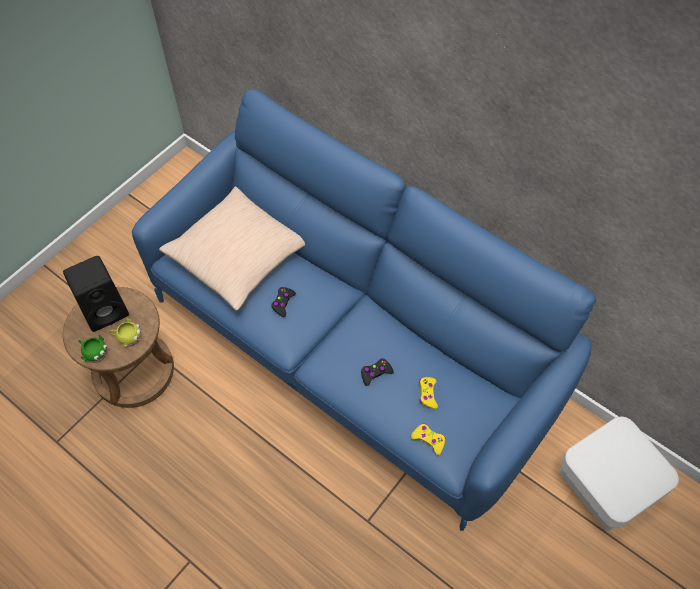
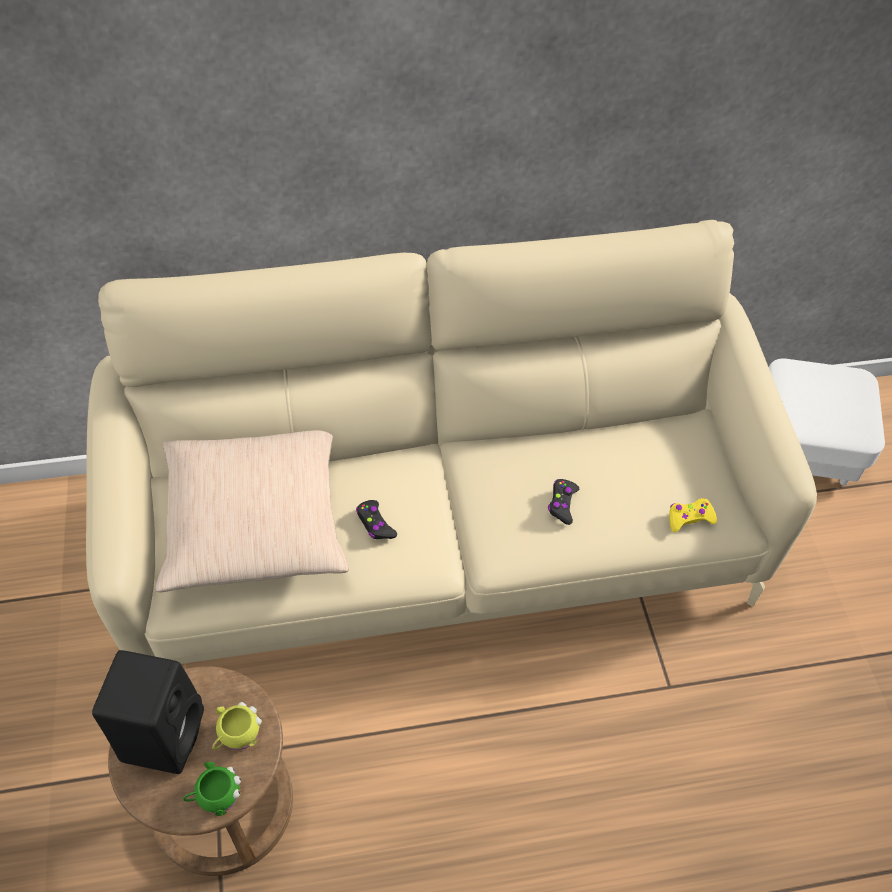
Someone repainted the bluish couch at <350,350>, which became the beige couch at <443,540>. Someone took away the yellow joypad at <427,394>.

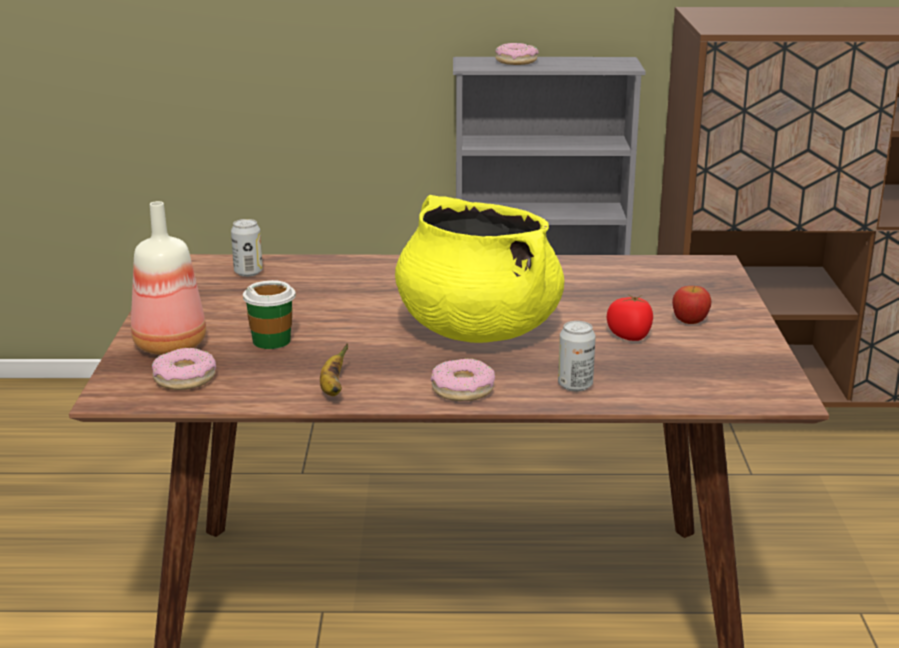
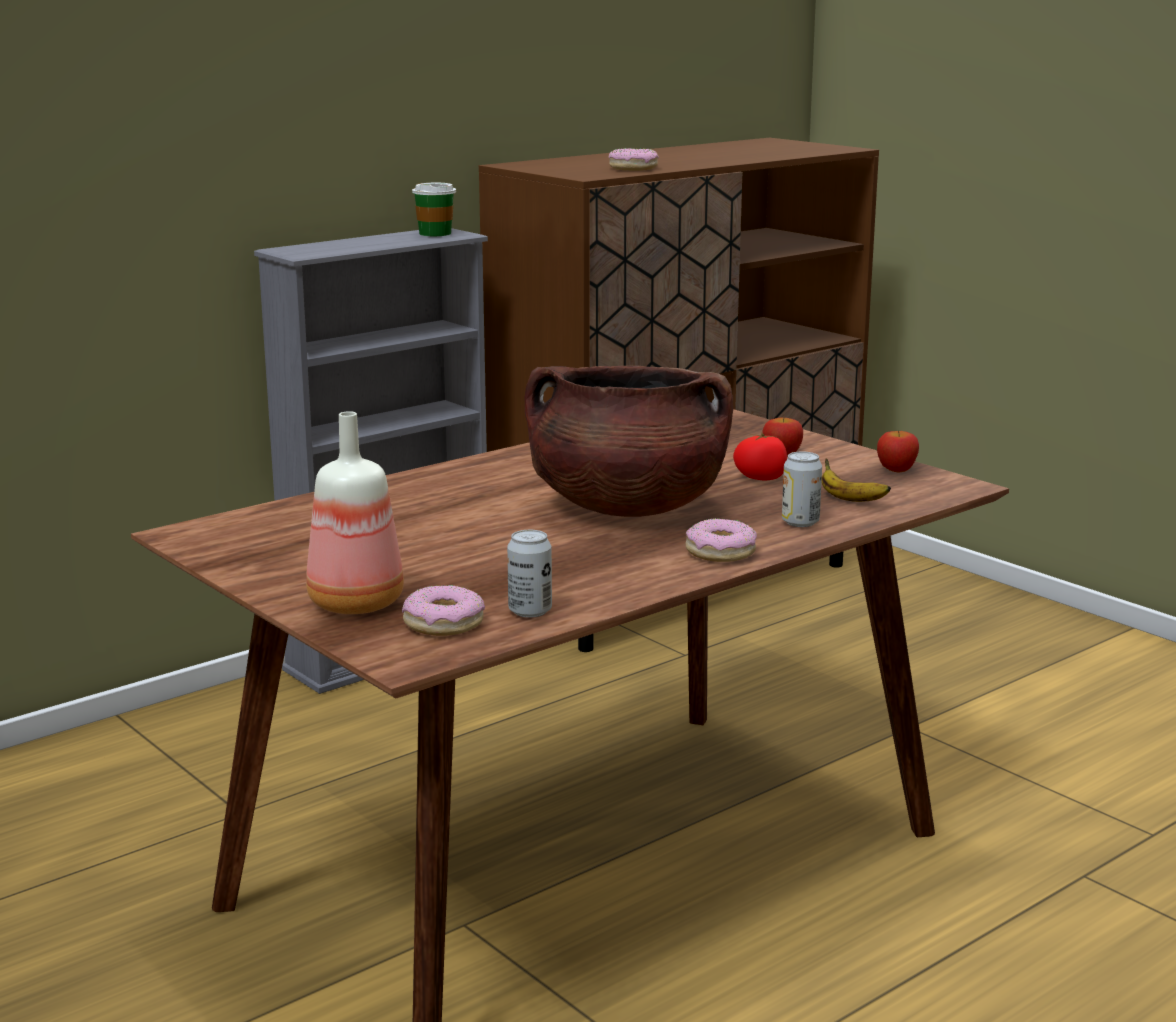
Someone carried the metal can from <248,272> to <530,611>. Someone carried the cup from <272,341> to <435,233>. Someone carried the banana from <332,388> to <849,499>. Someone repainted the yellow cooking pot at <477,330>, which became the brown cooking pot at <627,507>. Someone carried the doughnut from <516,61> to <633,168>. Someone put down the whole apple at <896,470>.

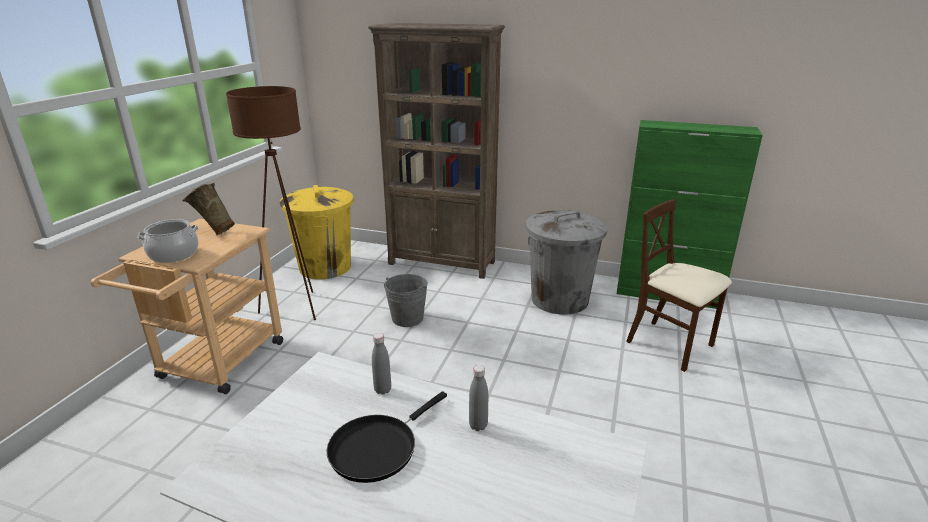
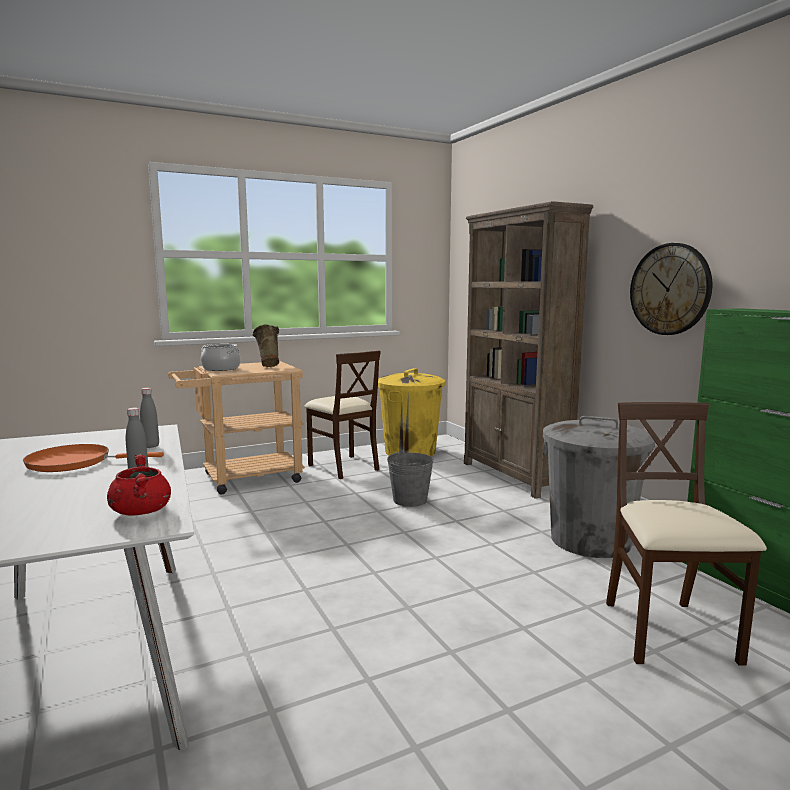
Someone swapped the brown standard lamp at <294,308> for the beige upright chair at <344,467>. Someone repainted the black-coloured pan at <377,448>, which became the orange pan at <75,462>. Someone put down the red cooking pot at <141,511>. Someone put up the hanging clock at <670,289>.

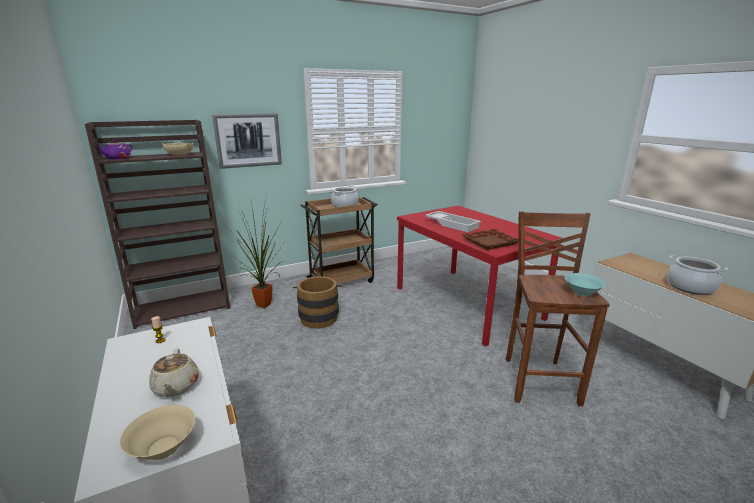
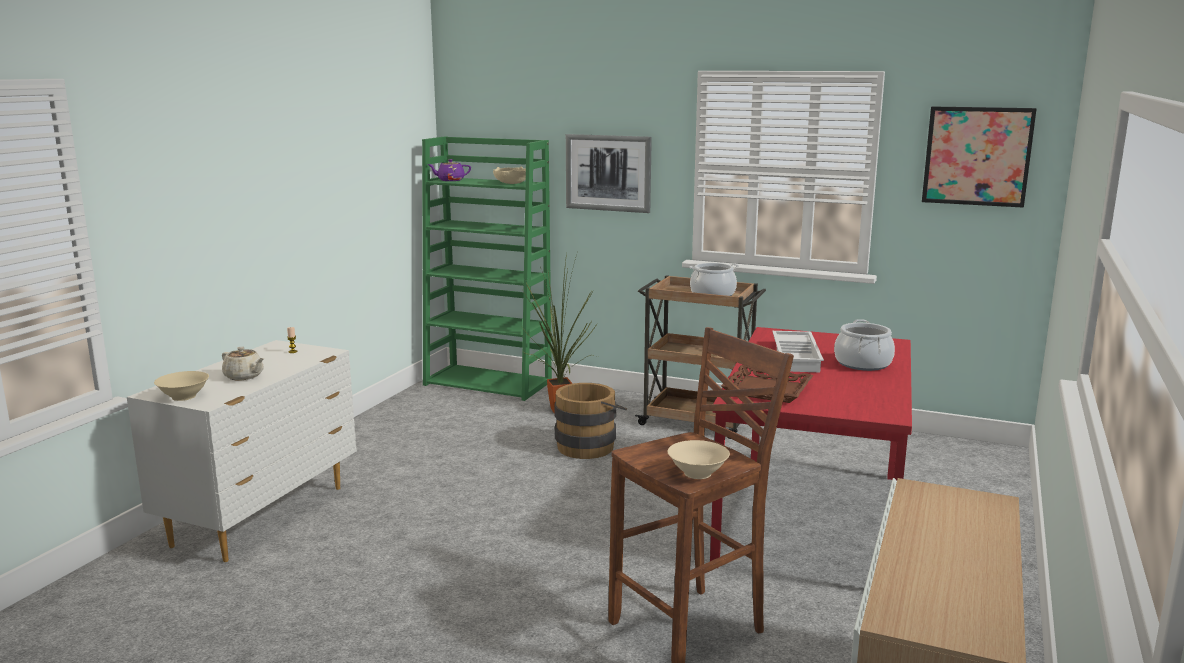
Someone repainted the brown bookcase at <184,307>, which became the green bookcase at <489,383>. Someone rotated the beige tea pot at <176,387> by 90 degrees counterclockwise. Someone repainted the turquoise-coloured bowl at <582,292>, which became the beige bowl at <697,473>. Someone carried the cooking pot from <690,287> to <862,363>. Someone put up the wall art at <977,156>.

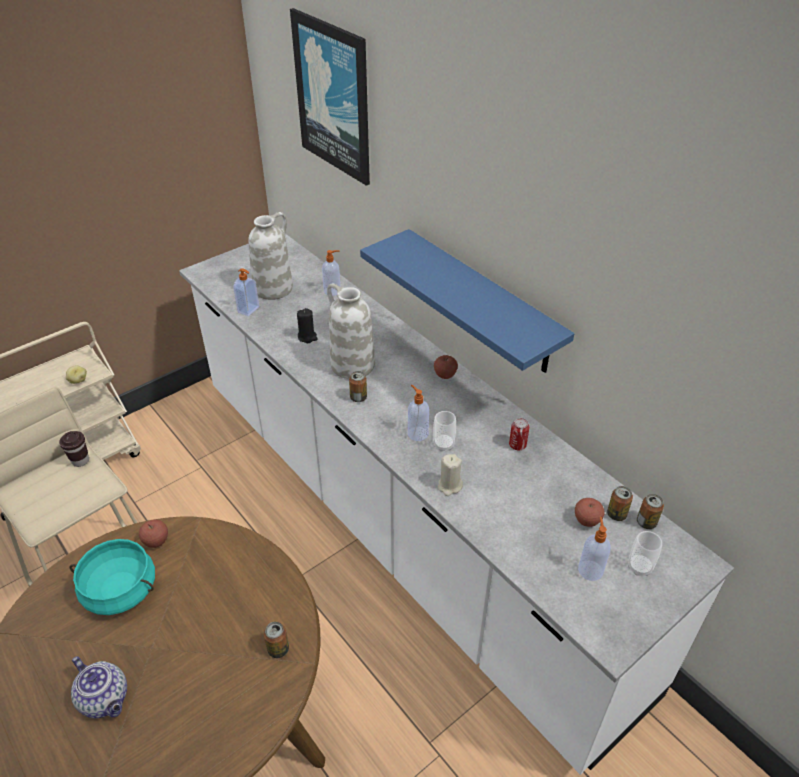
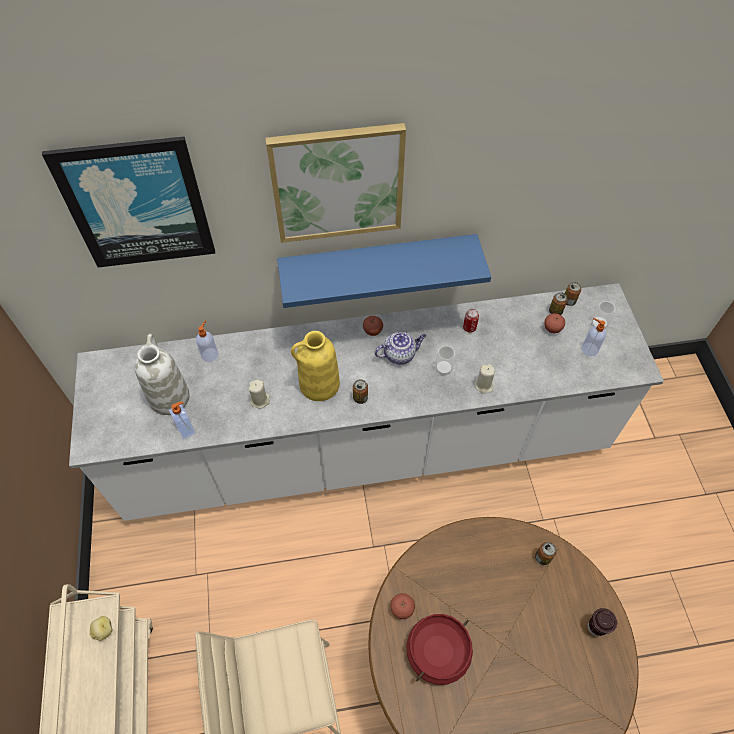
Someone carried the brown cup from <80,461> to <595,627>. Someone repainted the turquoise-coloured cooking pot at <120,591>, which became the red cooking pot at <438,652>. Someone carried the tea pot from <106,699> to <400,354>. Someone repainted the black-coloured wax light at <307,337>, which became the beige wax light at <260,400>. Someone repainted the white decorative vase at <351,365>, which became the yellow decorative vase at <319,385>. Someone took away the liquid soap bottle at <417,433>. Someone put up the wall art at <337,183>.

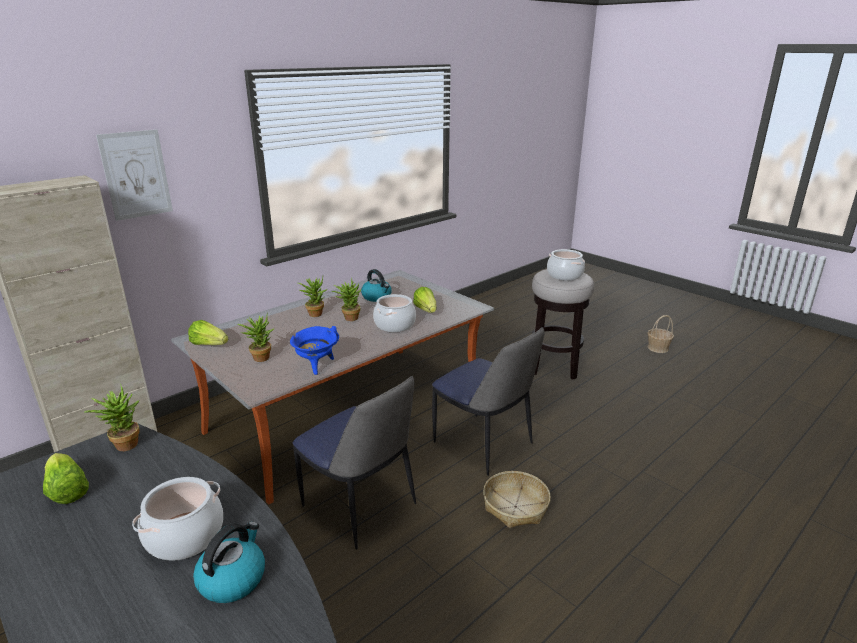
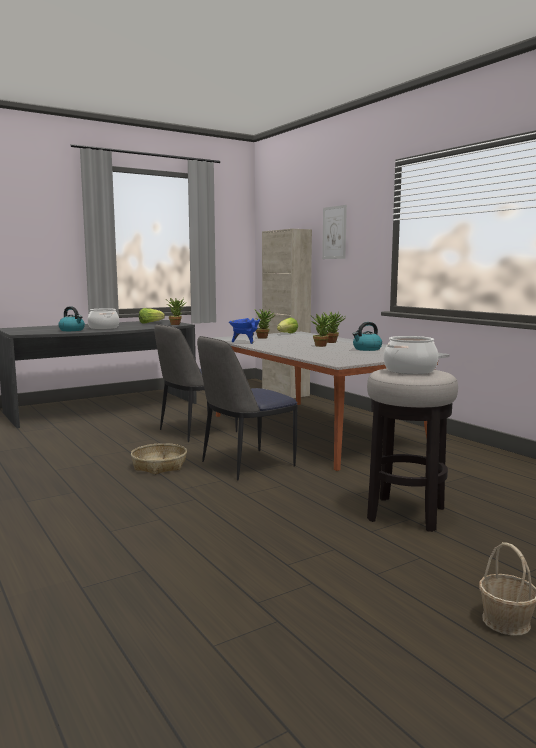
Someone took away the cooking pot at <394,325>. Someone took away the head of lettuce at <426,310>.

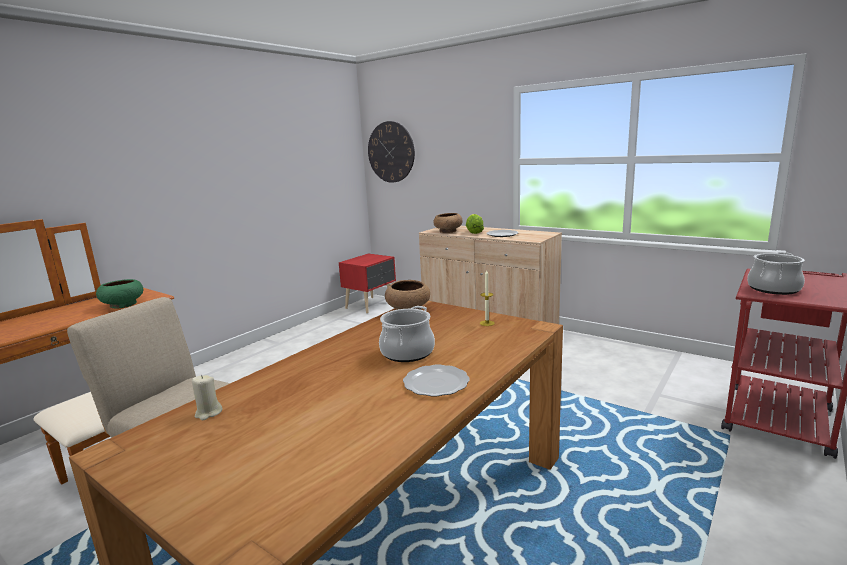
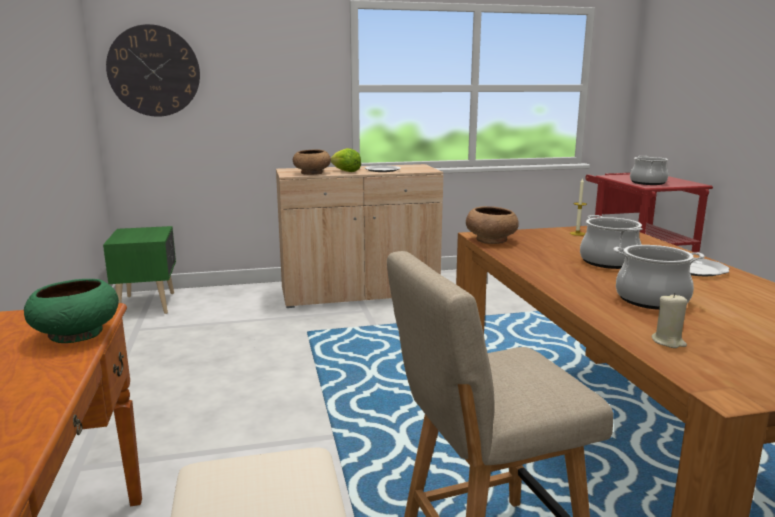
Someone repainted the red night table at <371,305>, which became the green night table at <148,304>. Someone put down the cooking pot at <652,299>.

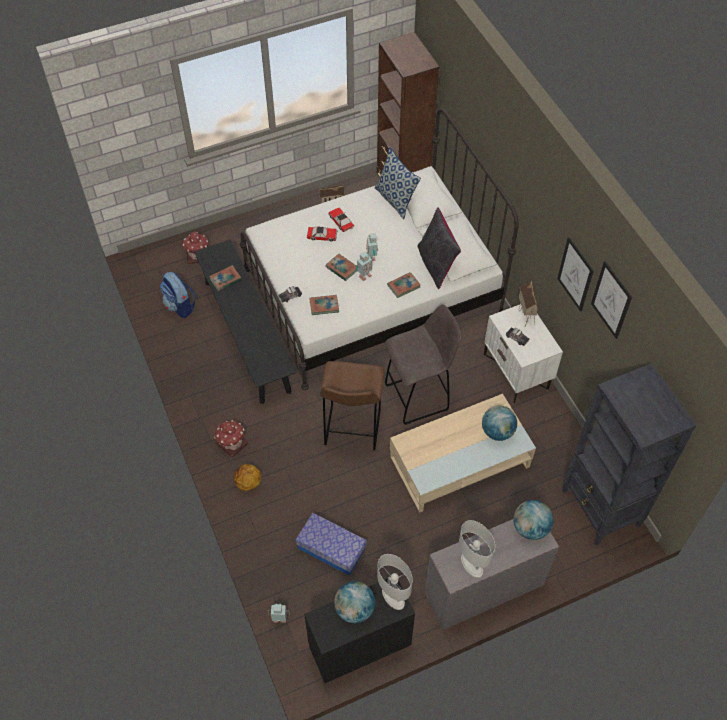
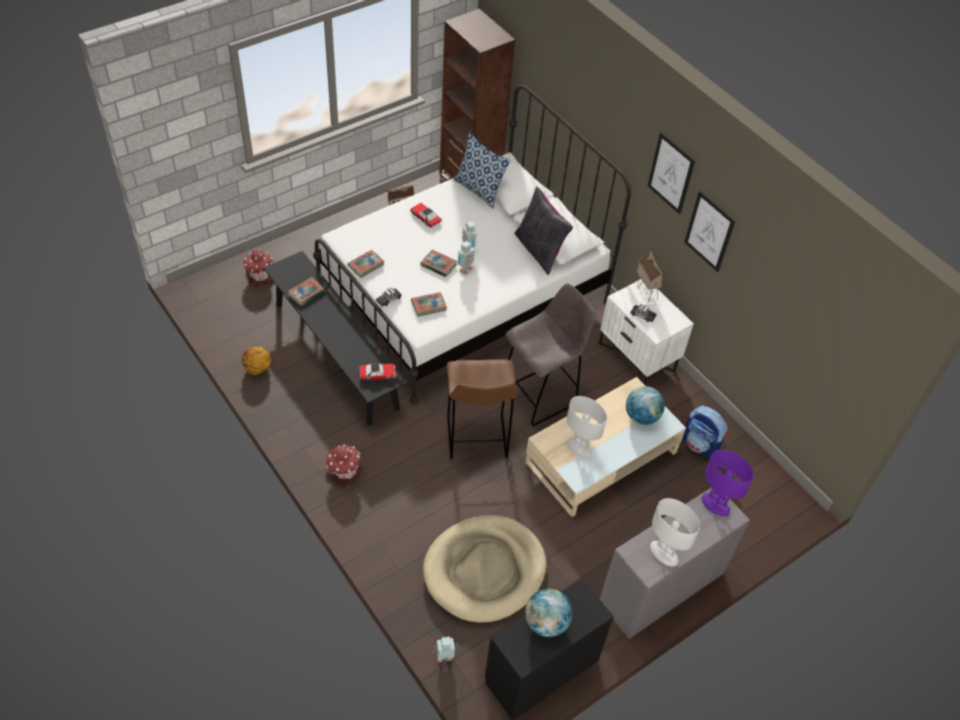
Someone carried the backpack from <180,306> to <700,445>. Someone carried the ball for basketball from <248,483> to <257,369>. Someone swapped the storage box at <331,549> for the beige dog bed at <484,570>. Someone carried the toy car from <322,236> to <377,374>. Someone carried the white tabletop lamp from <392,597> to <579,448>. Someone carried the bound book from <403,286> to <366,265>. Someone swapped the globe at <530,528> for the purplish tabletop lamp at <715,505>. Someone took away the black-coloured bookcase at <601,509>. Someone carried the wall art from <611,300> to <671,173>.

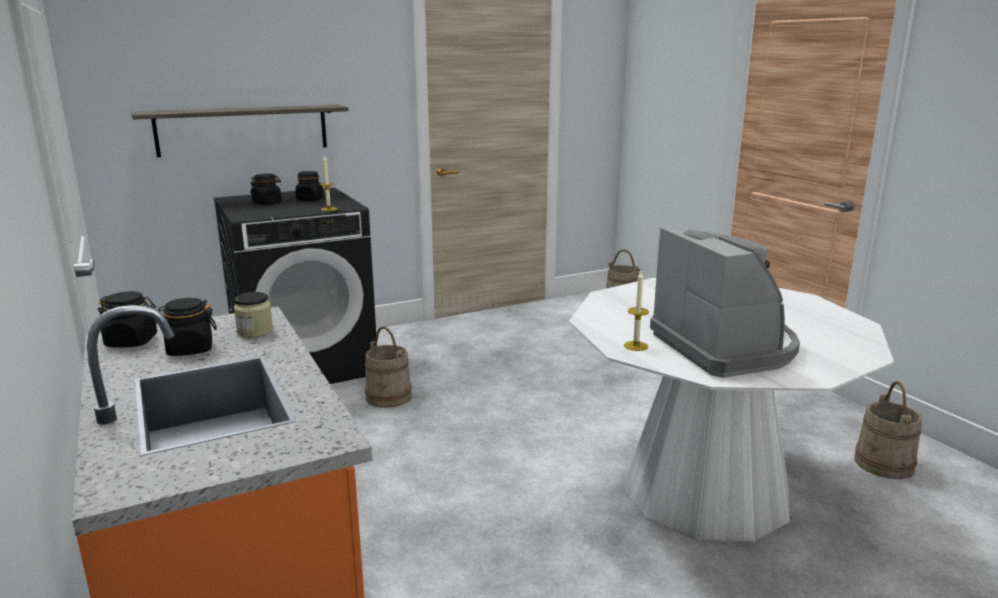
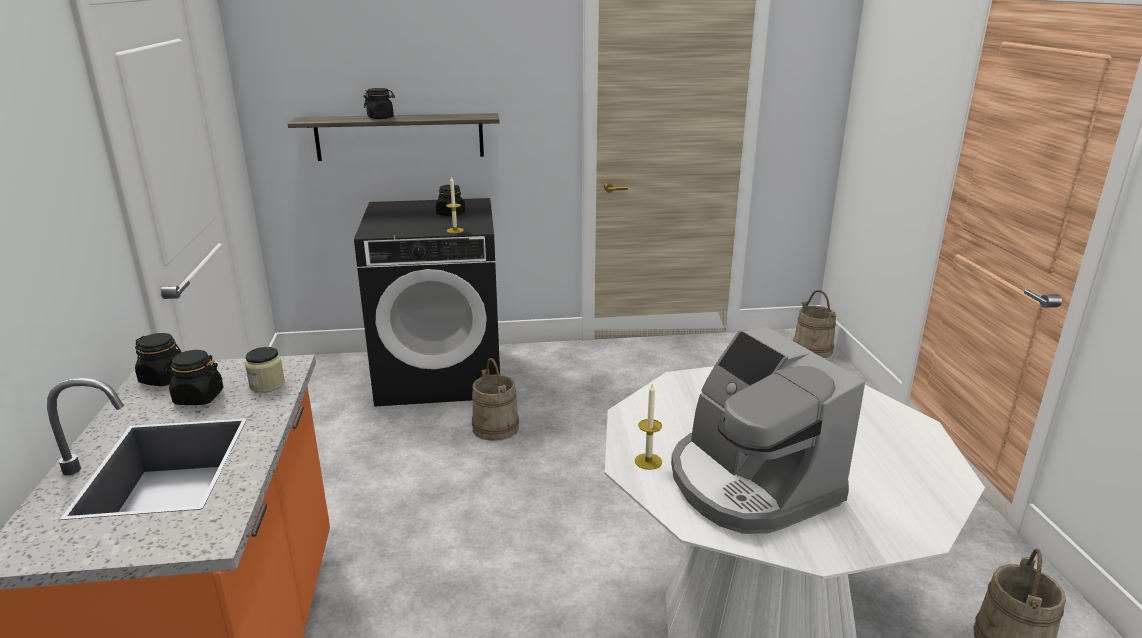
Someone carried the black-coloured preserve jar from <267,202> to <380,118>. Someone rotated the coffee machine at <725,346> by 150 degrees clockwise.

